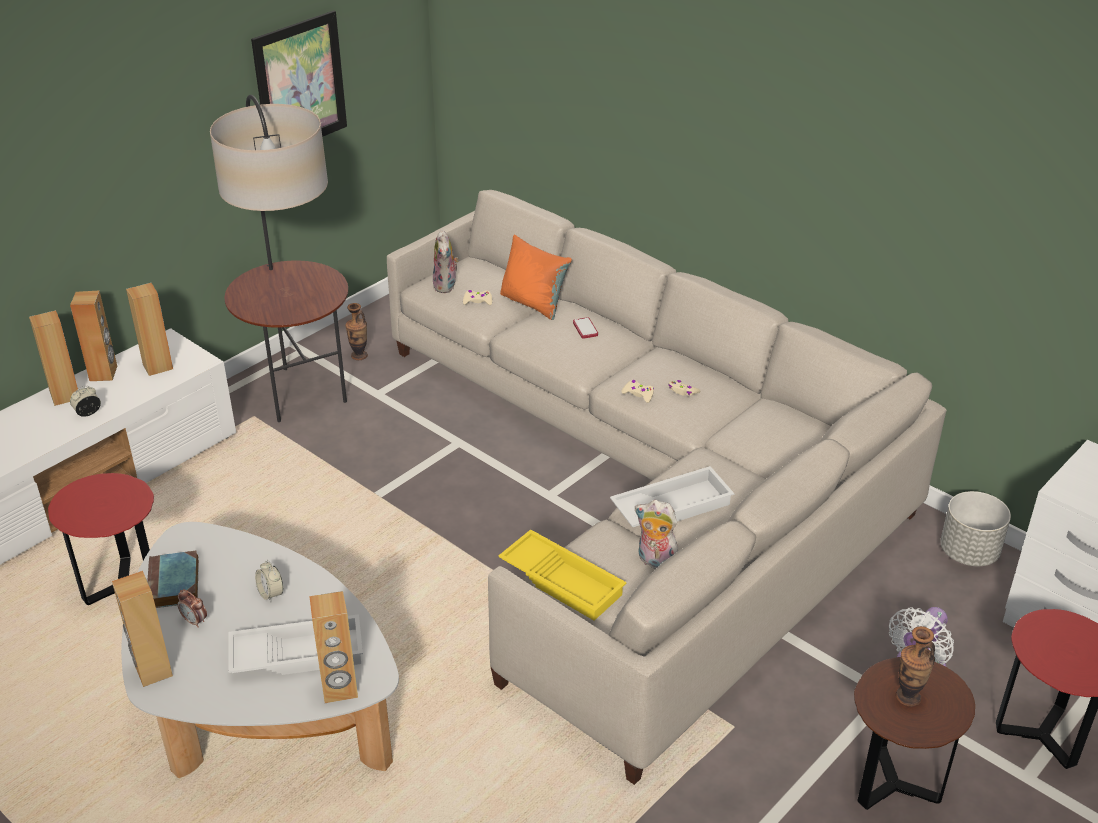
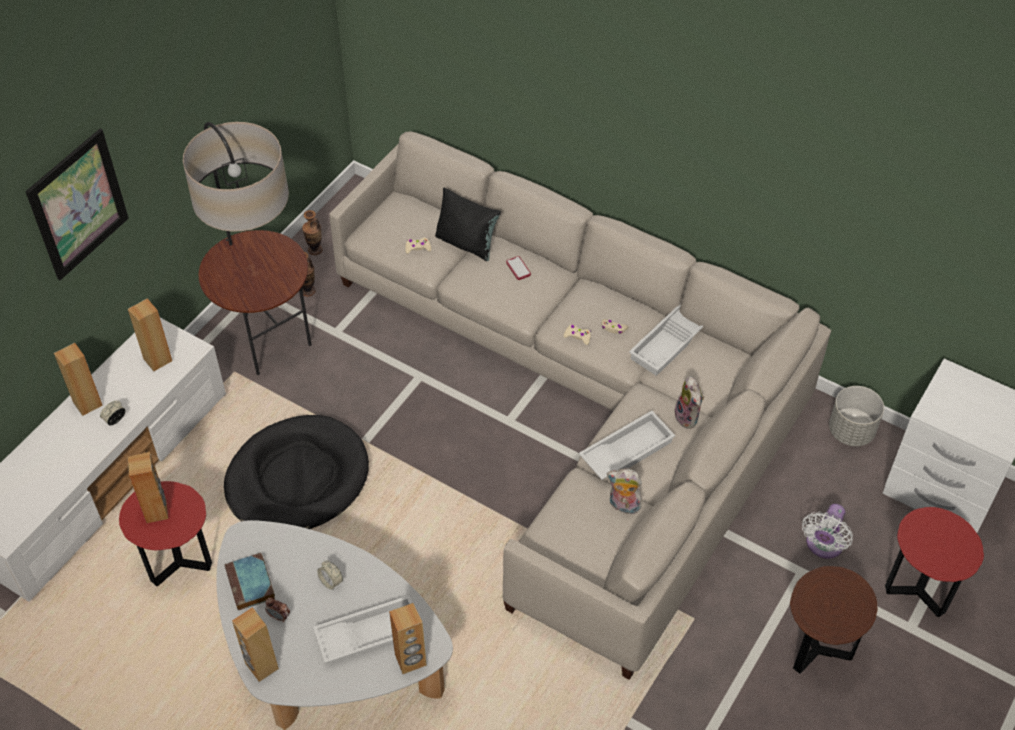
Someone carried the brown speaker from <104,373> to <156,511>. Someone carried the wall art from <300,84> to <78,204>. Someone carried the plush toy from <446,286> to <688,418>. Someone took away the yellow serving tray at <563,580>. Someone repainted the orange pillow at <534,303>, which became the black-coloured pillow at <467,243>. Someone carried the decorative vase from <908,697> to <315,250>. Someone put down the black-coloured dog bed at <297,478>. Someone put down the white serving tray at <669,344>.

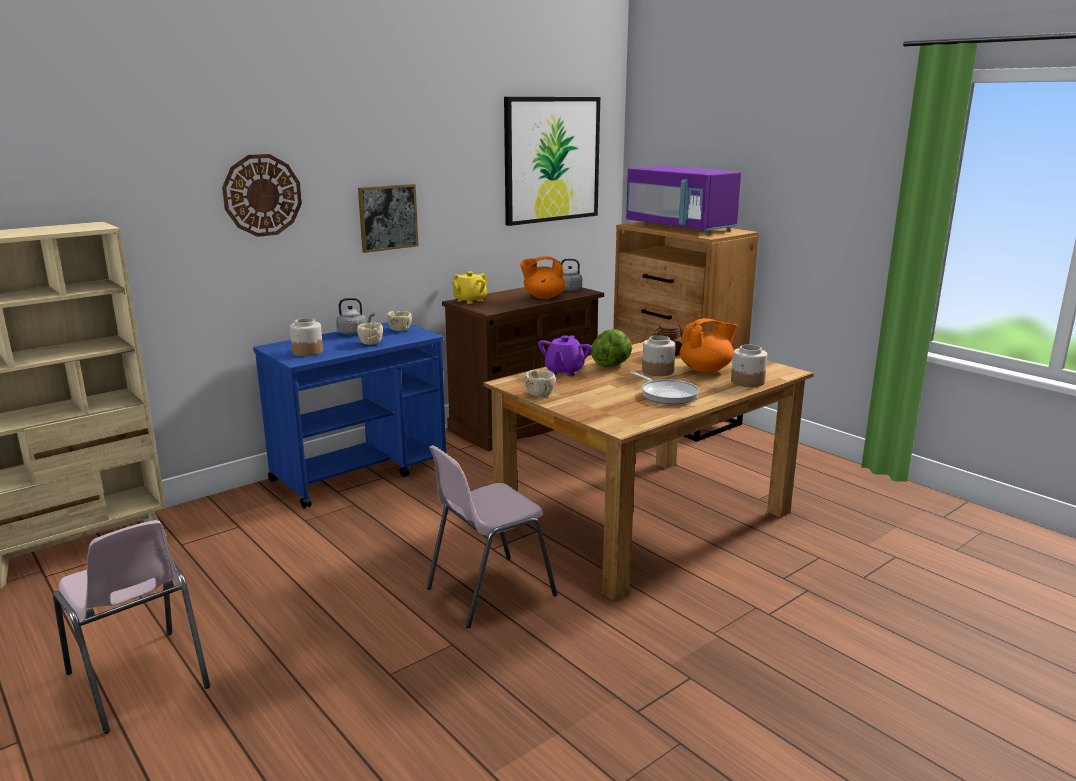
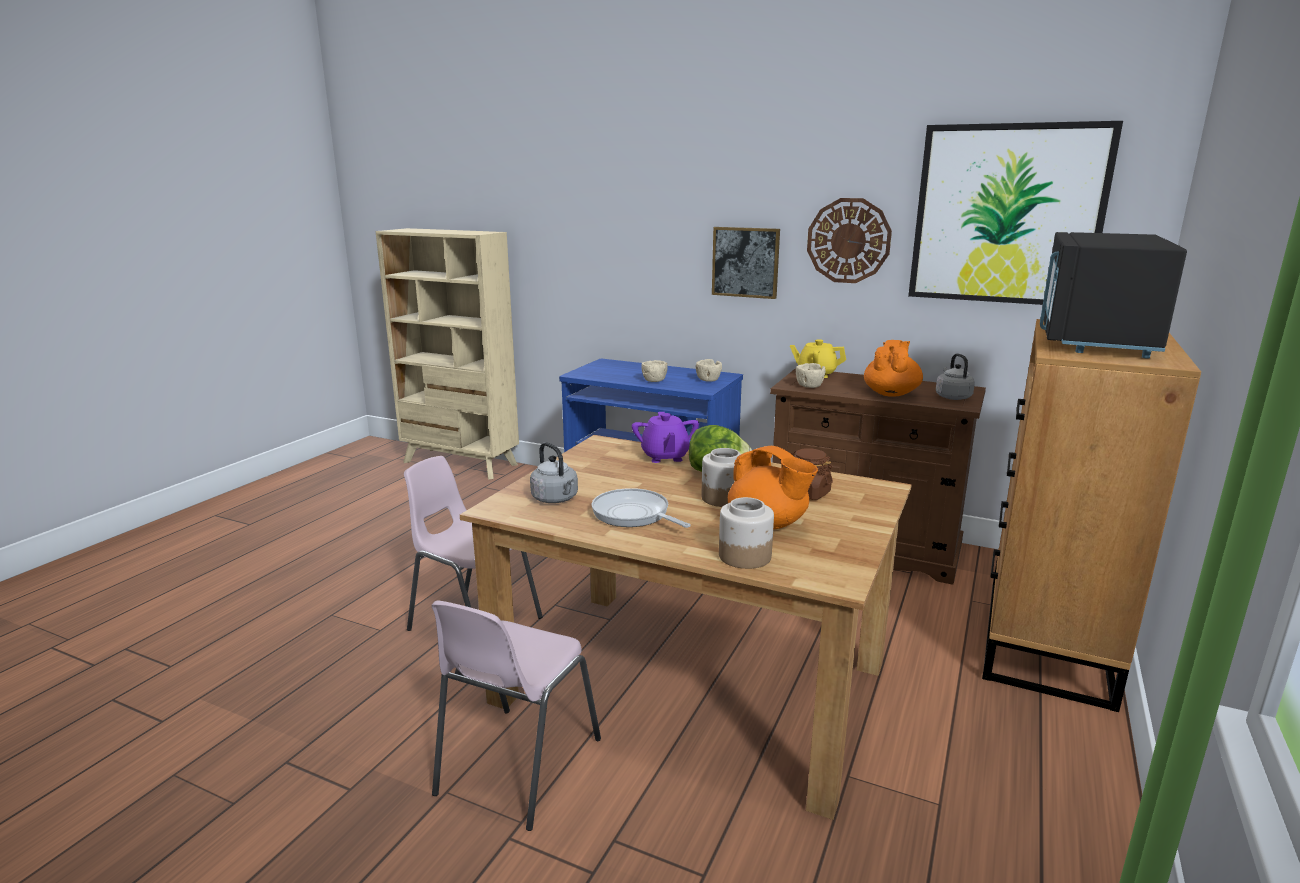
Someone carried the pink upright chair from <138,681> to <516,766>. Someone carried the hanging clock from <262,195> to <848,241>. Someone took away the preserve jar at <307,352>. Someone carried the greyish tea kettle from <354,333> to <556,499>. Someone rotated the orange tea pot at <543,297> by 60 degrees clockwise. Someone carried the beige bowl from <539,394> to <809,386>. Someone rotated the purplish tea pot at <564,371> by 90 degrees counterclockwise. Someone repainted the purplish microwave at <680,228>, which became the black-coloured microwave at <1093,339>. Someone rotated the pan at <666,394> by 105 degrees clockwise.

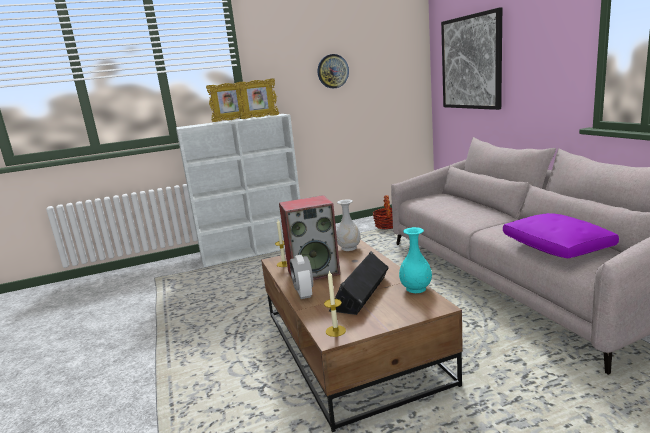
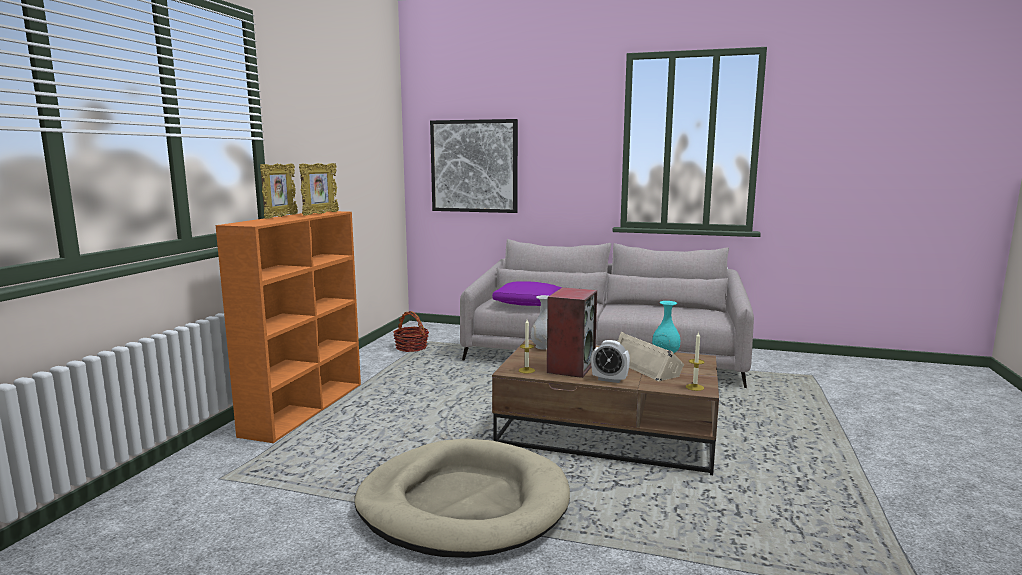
Someone repainted the white bookcase at <254,251>, which became the orange bookcase at <305,407>. Someone took away the hanging clock at <332,71>. Someone repainted the black-coloured speaker at <362,294>, which became the beige speaker at <646,367>. Someone carried the purplish pillow from <557,247> to <529,303>. Someone put down the beige dog bed at <463,504>.

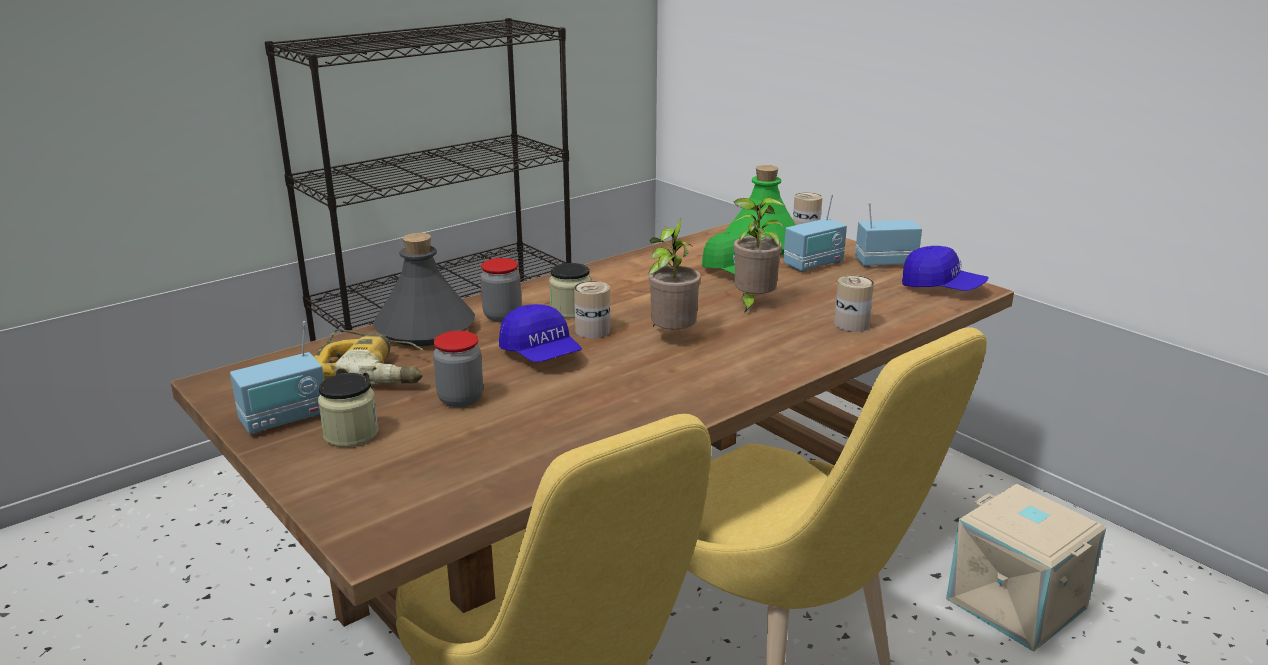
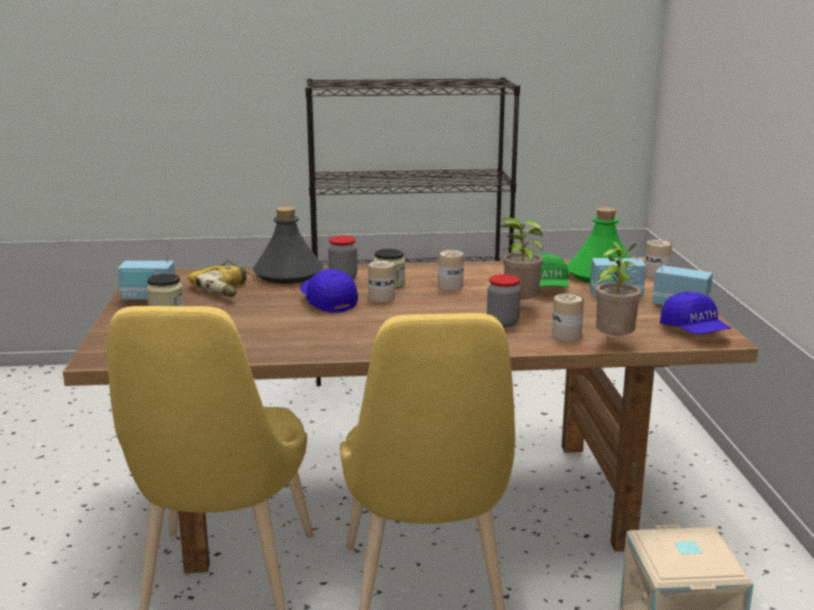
Someone carried the preserve jar from <460,399> to <502,323>. Someone rotated the bluish baseball cap at <541,354> by 150 degrees clockwise. Someone carried the houseplant from <671,337> to <613,342>. Someone put down the metal can at <450,286>.

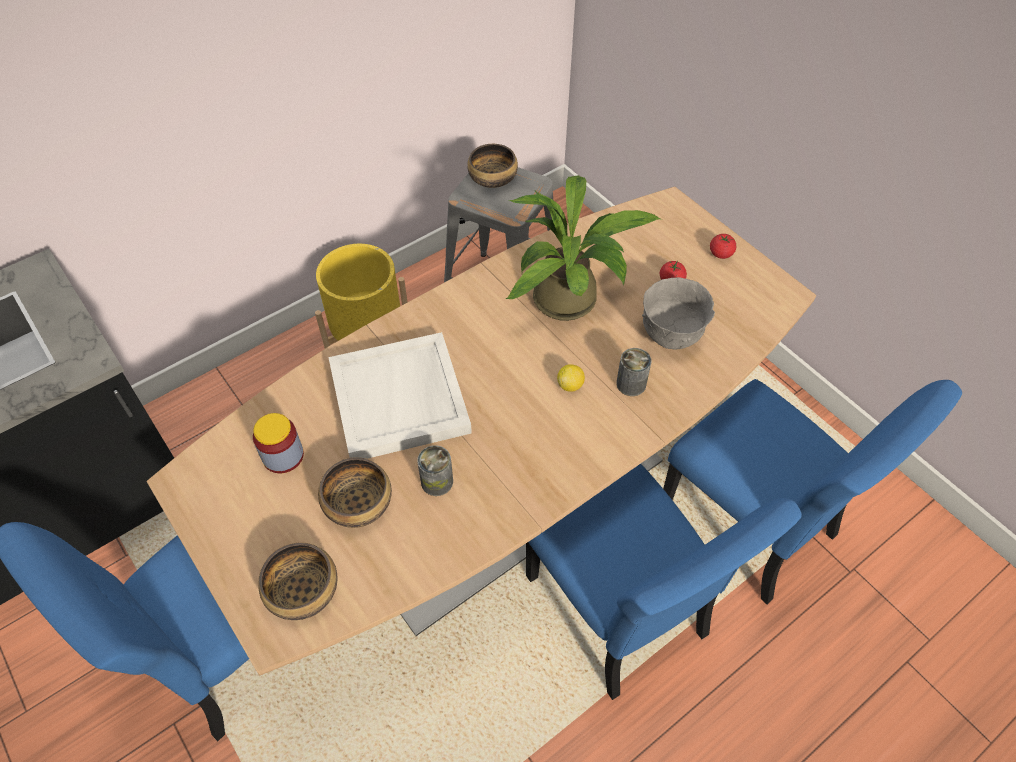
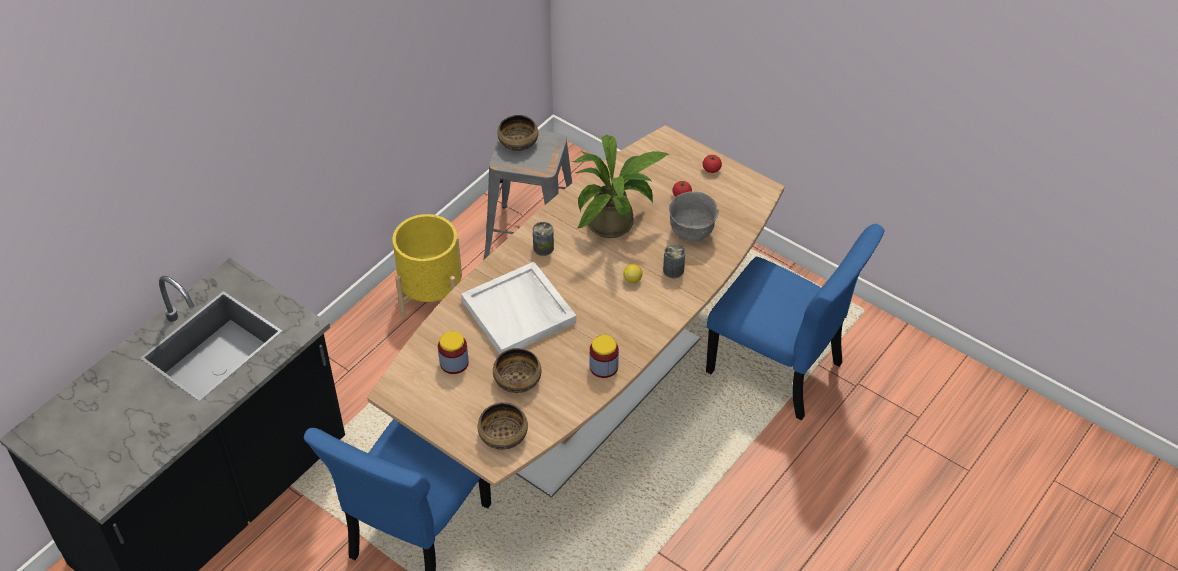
Someone carried the metal can from <437,481> to <543,248>. Someone took away the bluish upright chair at <620,612>. Someone put down the preserve jar at <603,367>.

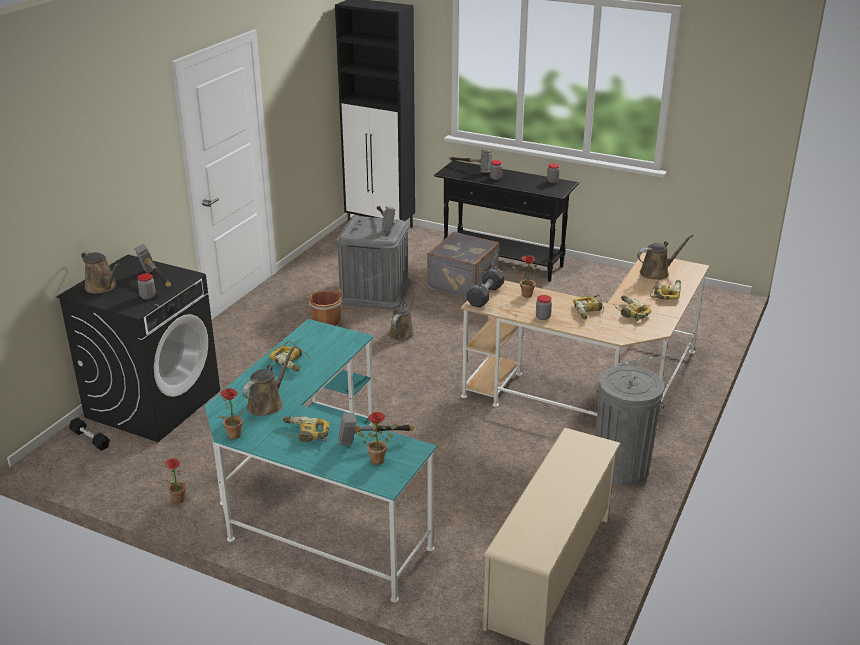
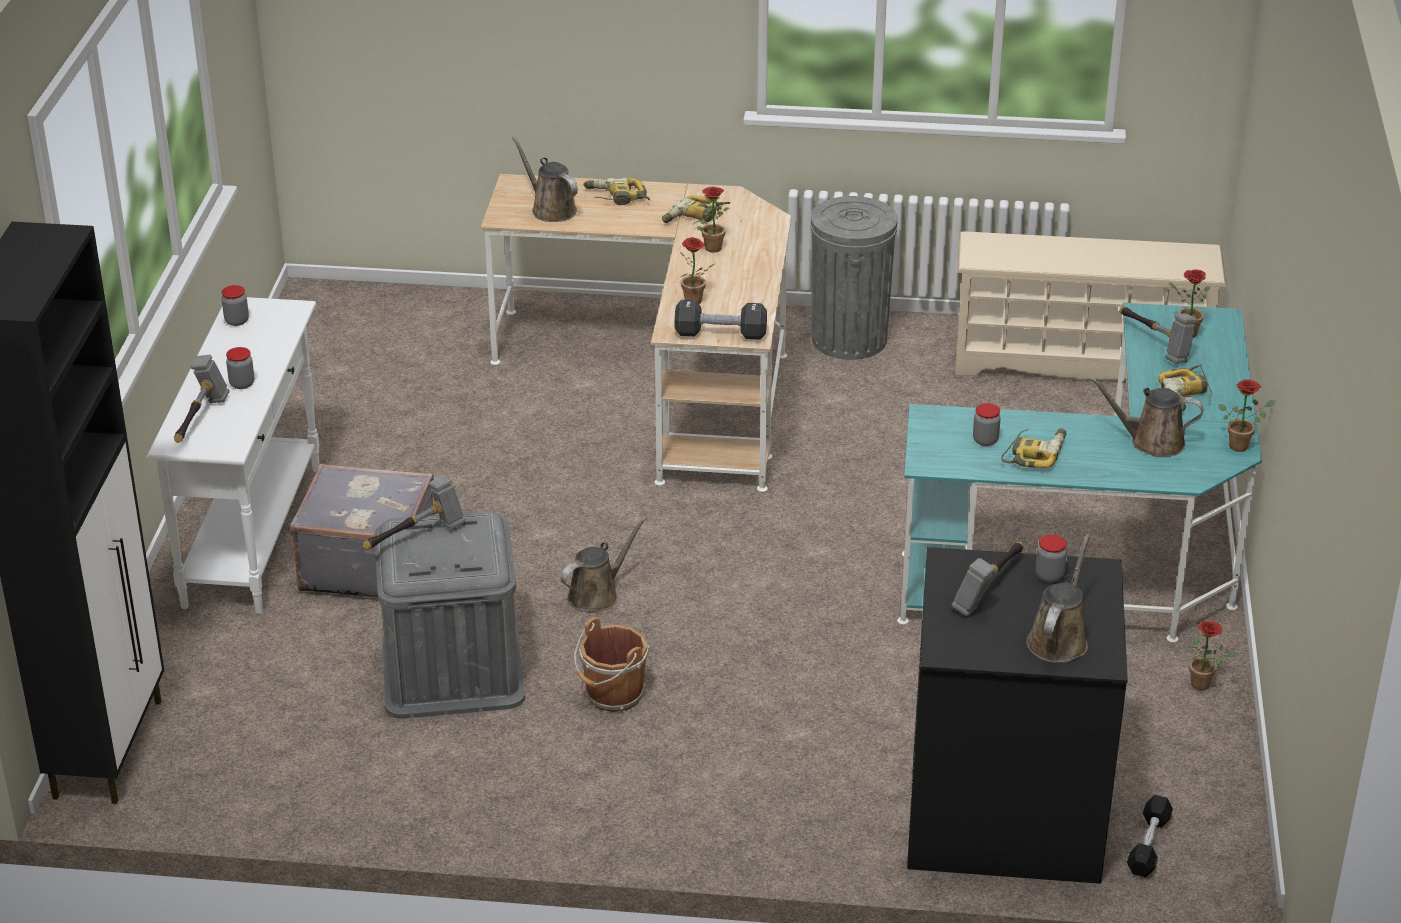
Someone rotated the brown watering can at <402,332> by 135 degrees clockwise. Someone repainted the black-coloured console table at <503,262>, which became the white console table at <254,536>. Someone carried the preserve jar from <543,317> to <985,440>. Someone swapped the electric drill at <589,311> for the houseplant at <711,246>.

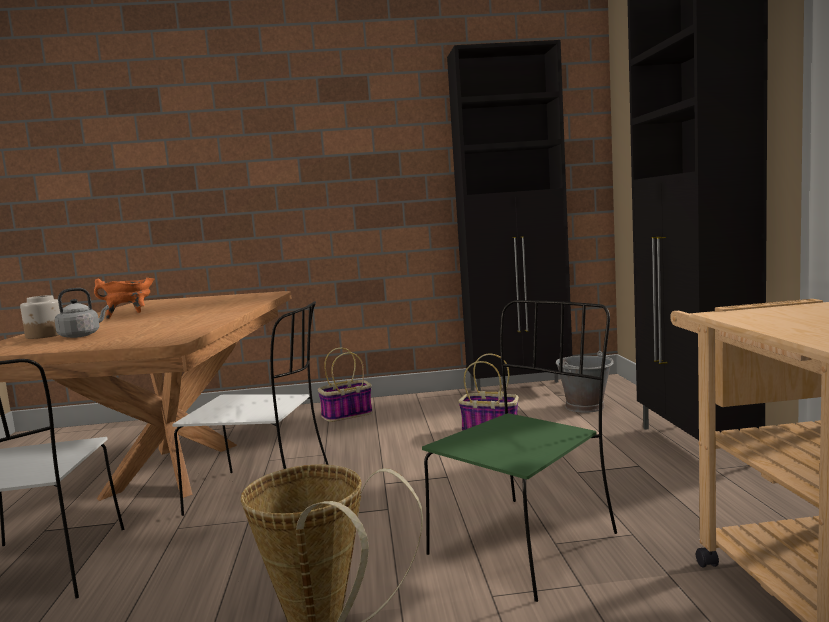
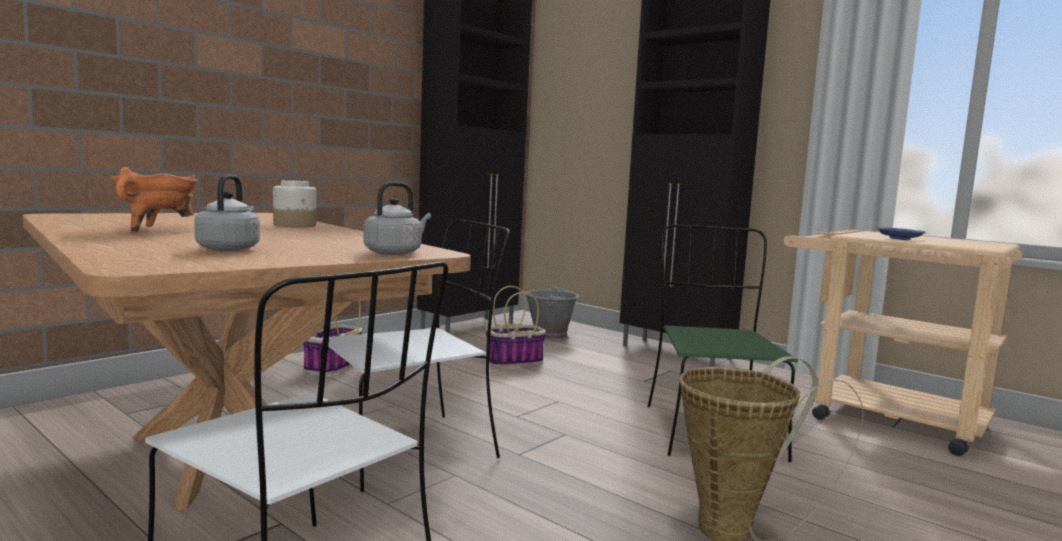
Someone carried the preserve jar from <46,335> to <295,225>. Someone put down the greyish tea kettle at <395,252>. Someone put down the bluish flat dish at <899,239>.

